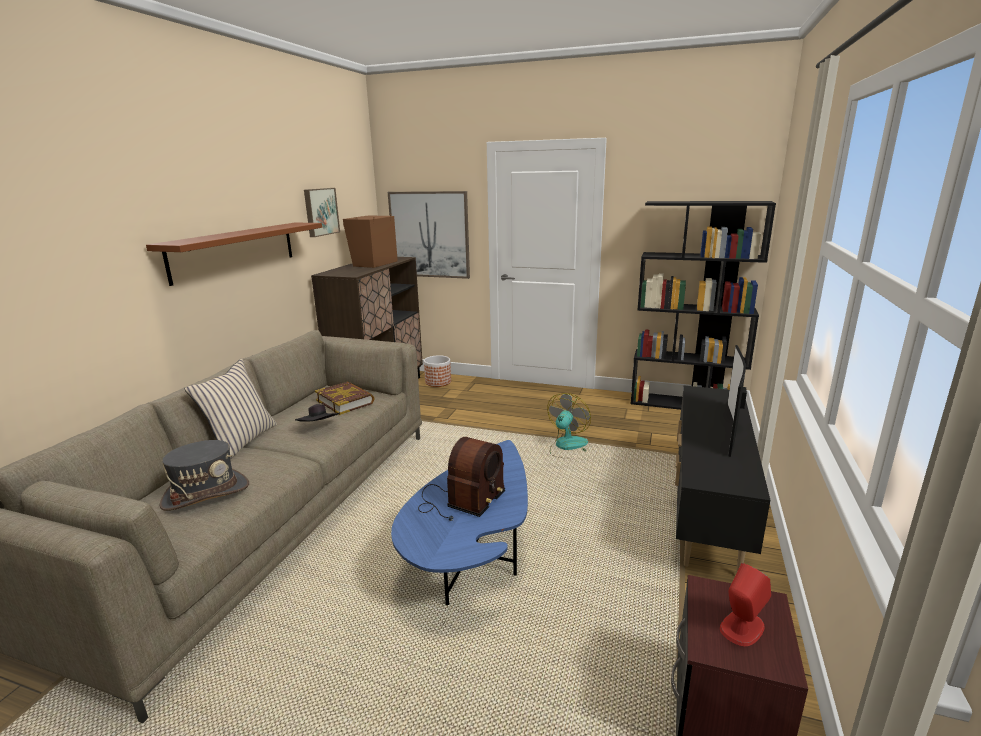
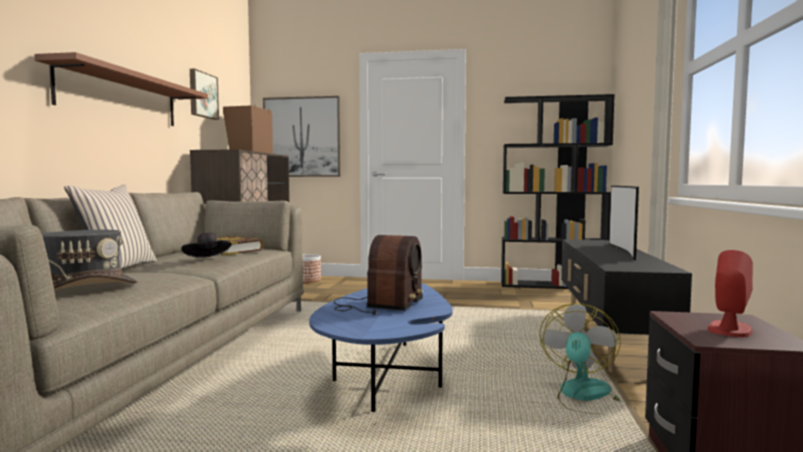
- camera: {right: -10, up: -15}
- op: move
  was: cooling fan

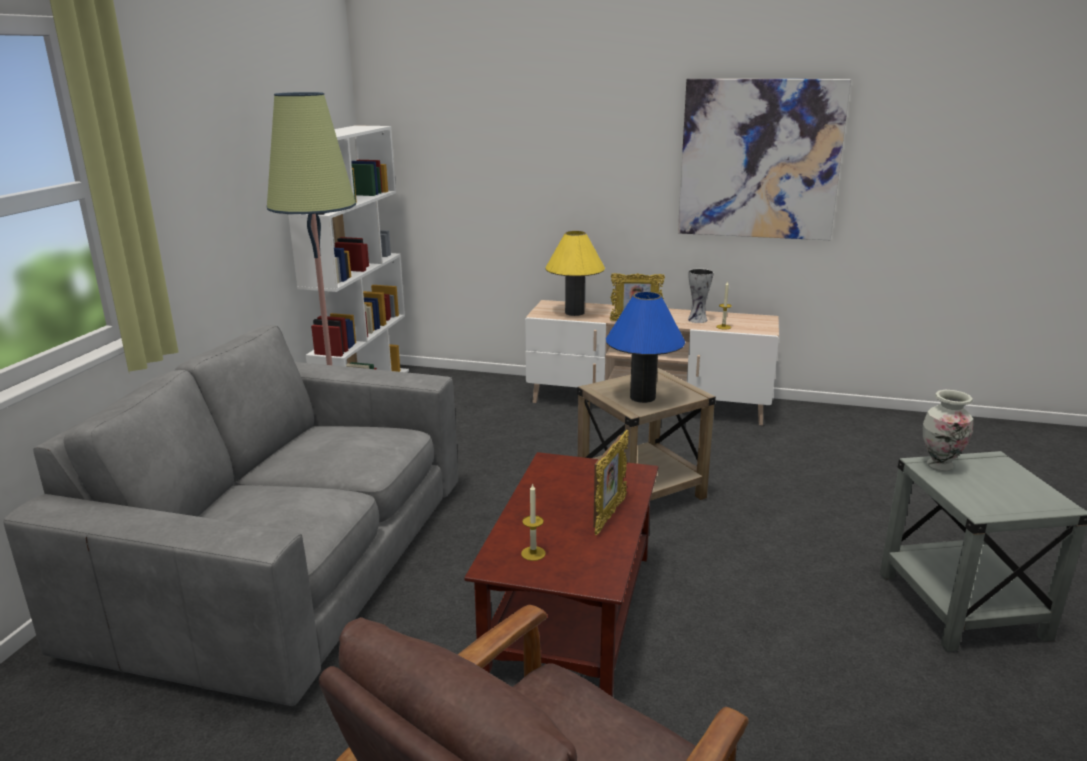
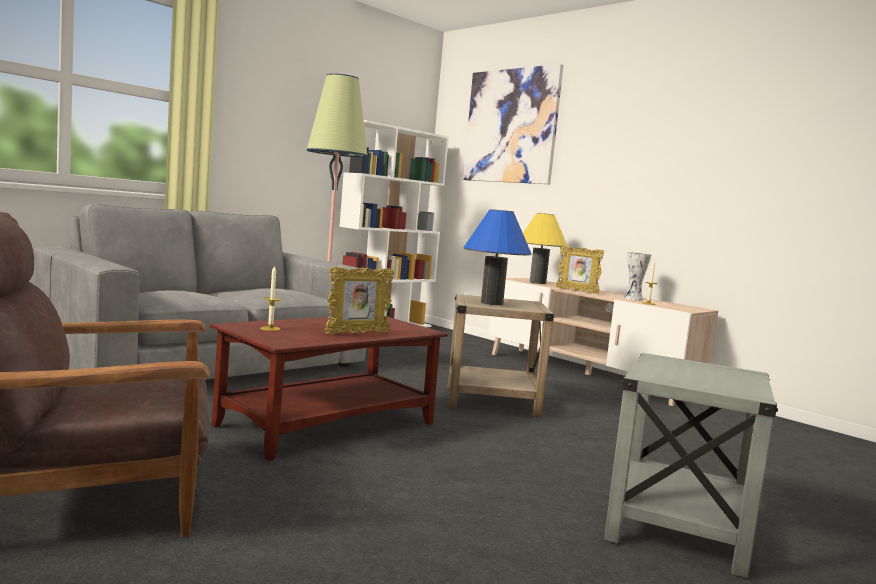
- camera: {right: 30, up: -15}
- op: move
  was: wall picture
- op: delete
  was: vase (2nd from left)

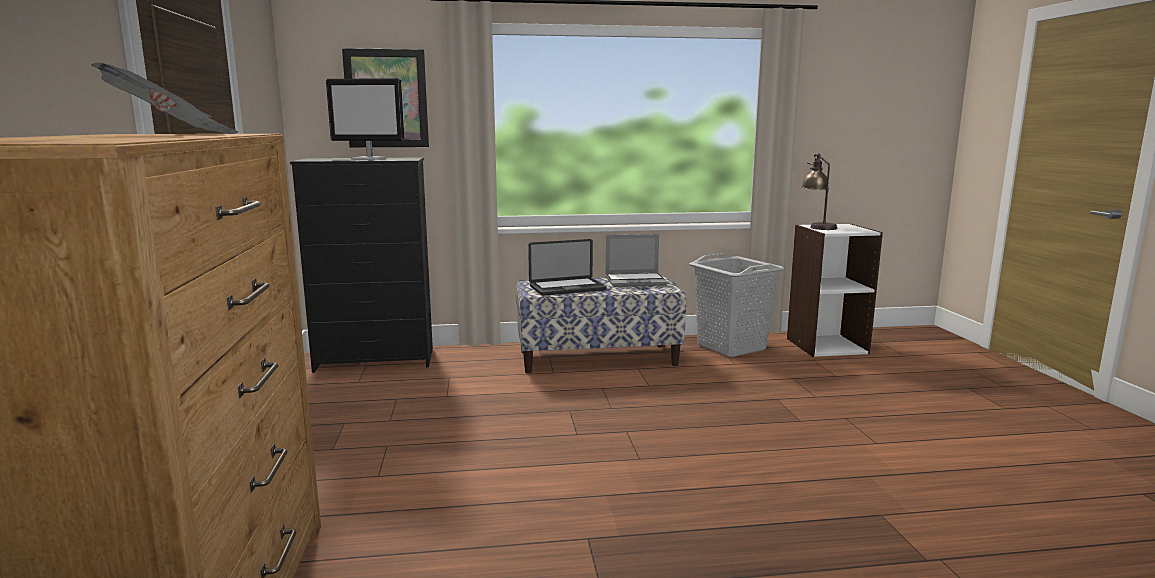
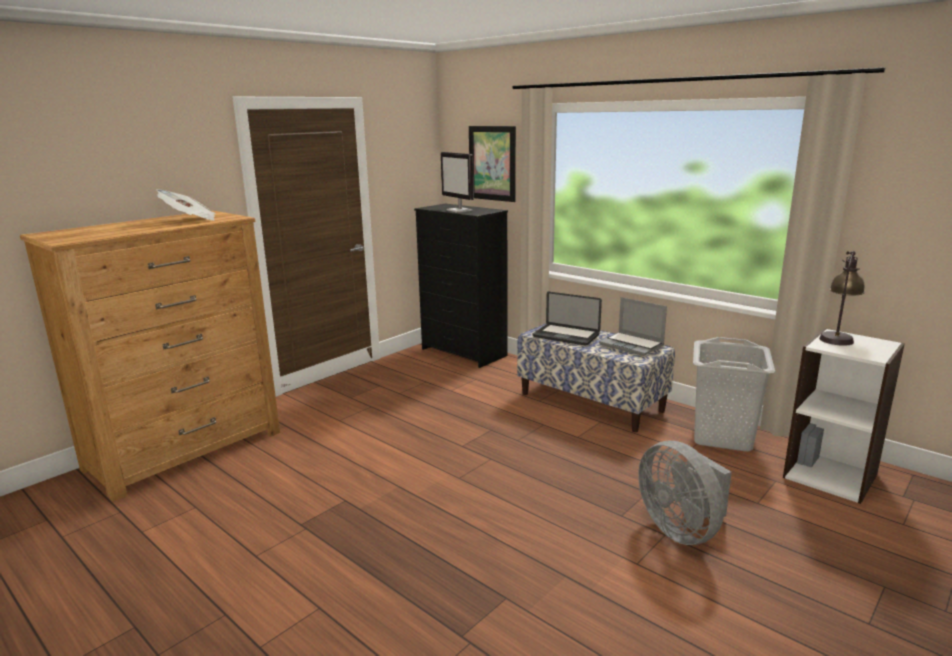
- camera: {right: 50, up: 5}
- op: insert
  now: cooling fan (grey)

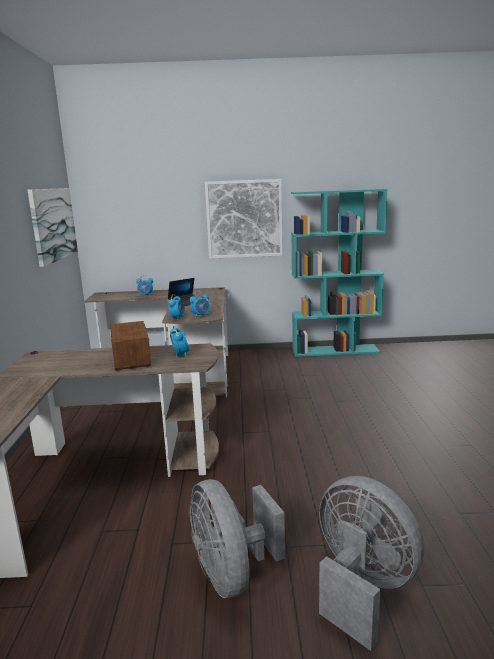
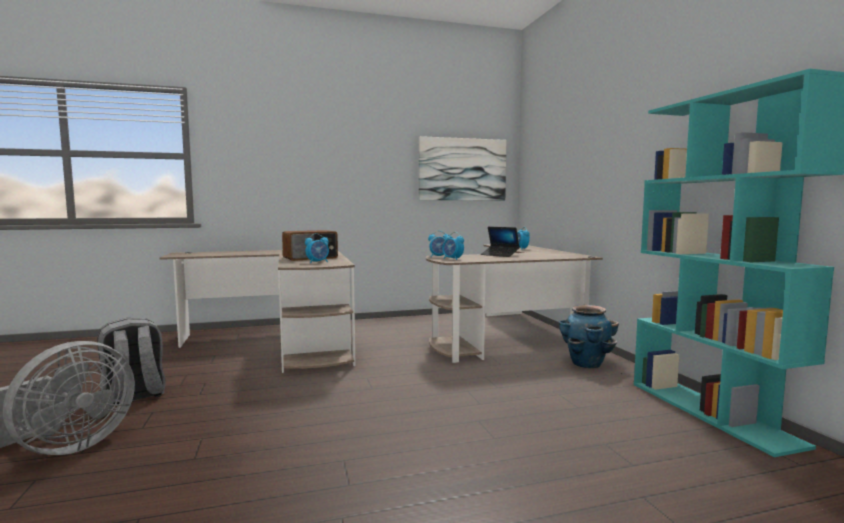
- camera: {right: 75, up: -10}
- op: replace
  was: cooling fan (grey) (1st from left)
  now: knapsack (grey)
- op: insert
  now: flower pot
- op: delete
  was: wall picture (2nd from left)

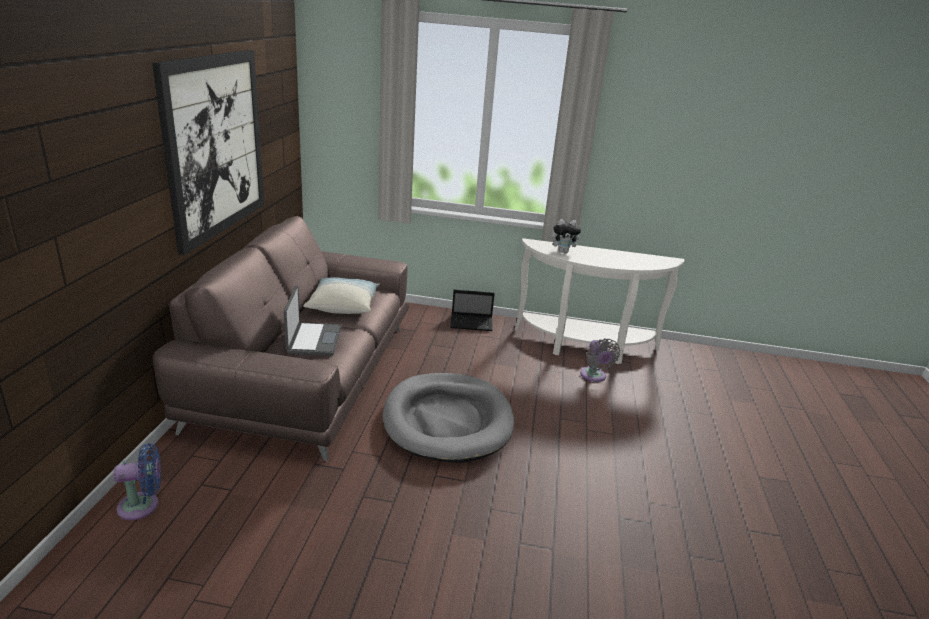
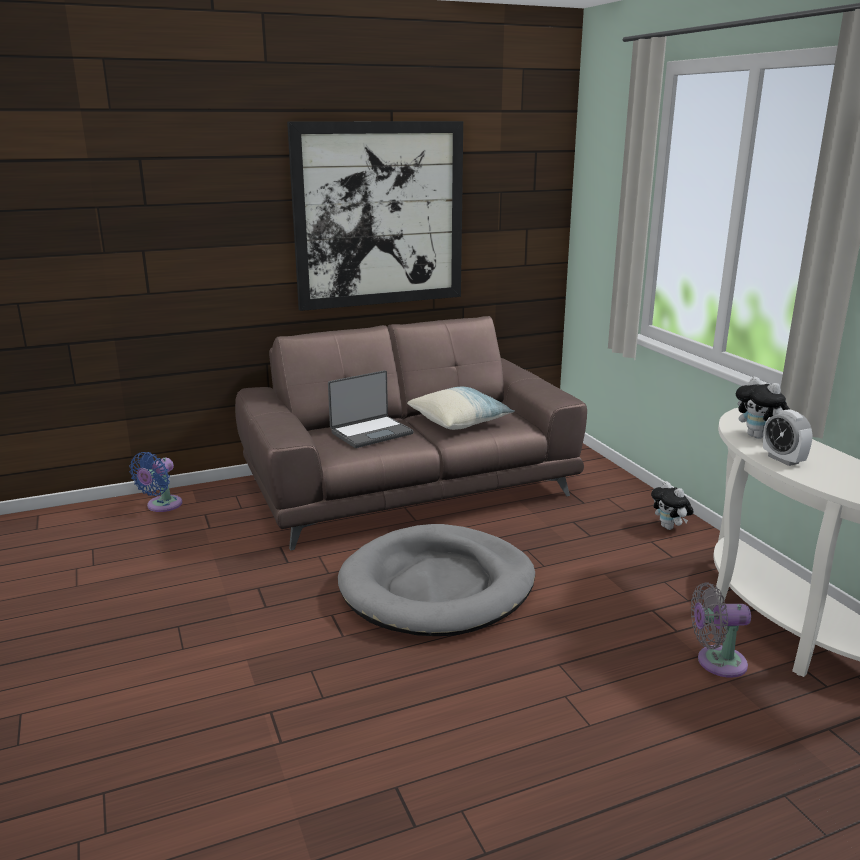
- camera: {right: 60, up: -5}
- op: rotate
  was: cooling fan (blue)
  clockwise: 75
- op: replace
  was: portable computer (2nd from left)
  now: soft toy (1st from left)
- op: rotate
  was: cooling fan (grey)
  clockwise: 45
- op: insert
  now: alarm clock

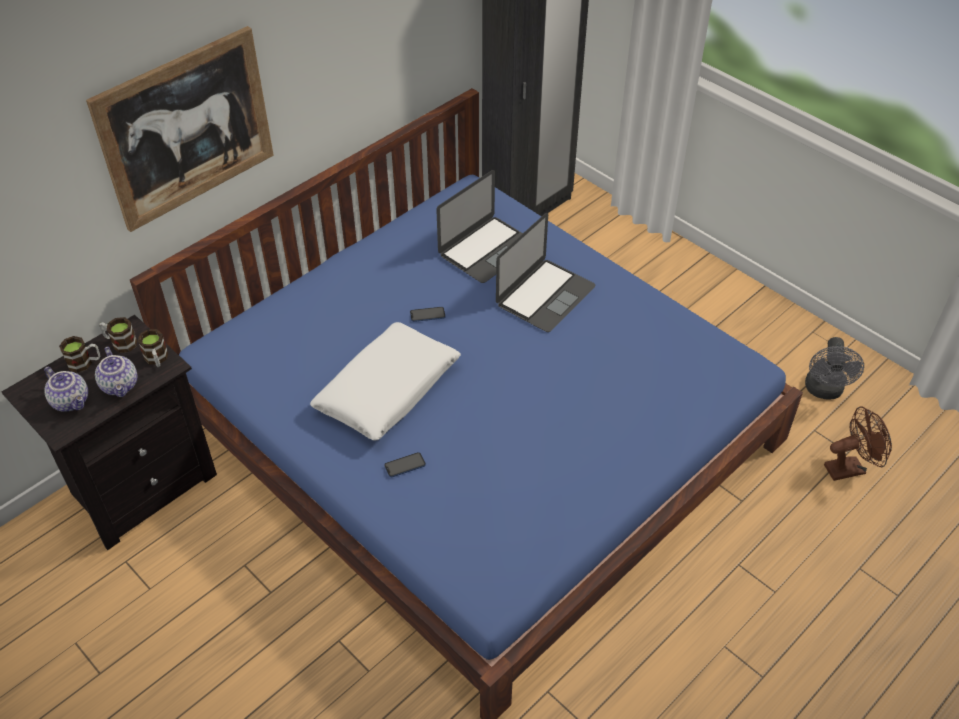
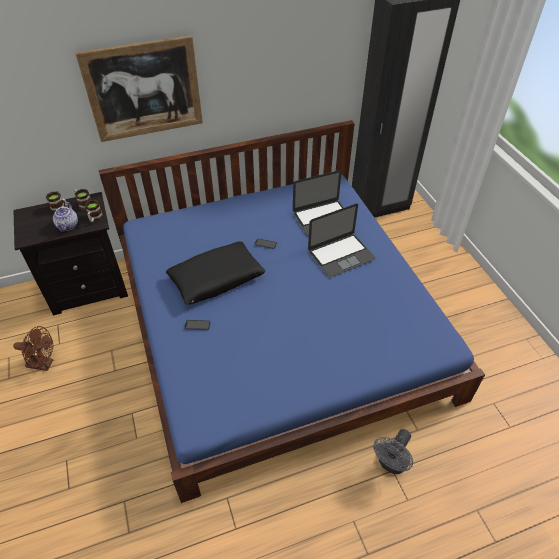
- camera: {right: 25, up: 0}
- op: move
  was: cooling fan (brown)
- op: recolor
  was: cushion (white)
  now: cushion (black)
- op: move
  was: cooling fan (grey)
- op: delete
  was: teapot (1st from left)

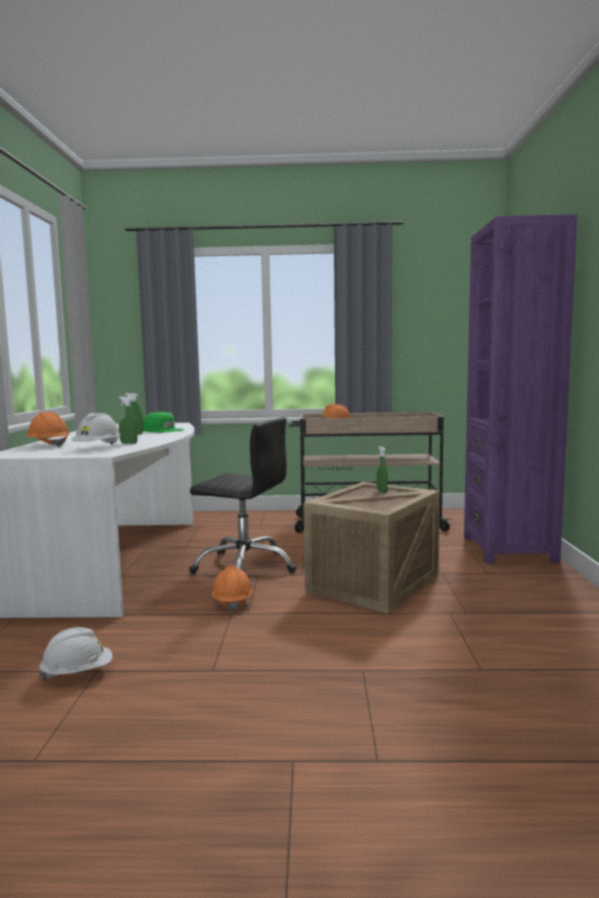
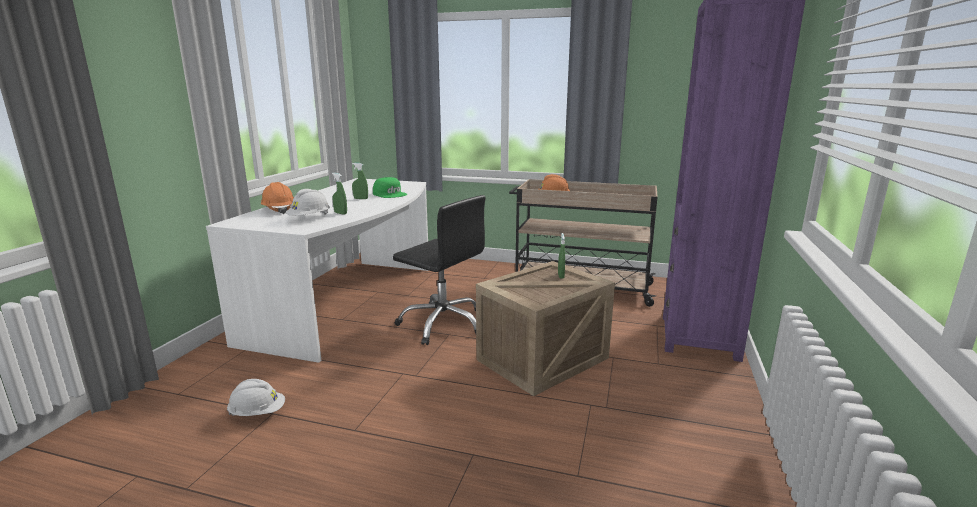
- camera: {right: 15, up: 10}
- op: delete
  was: safety helmet (orangey) (2nd from left)

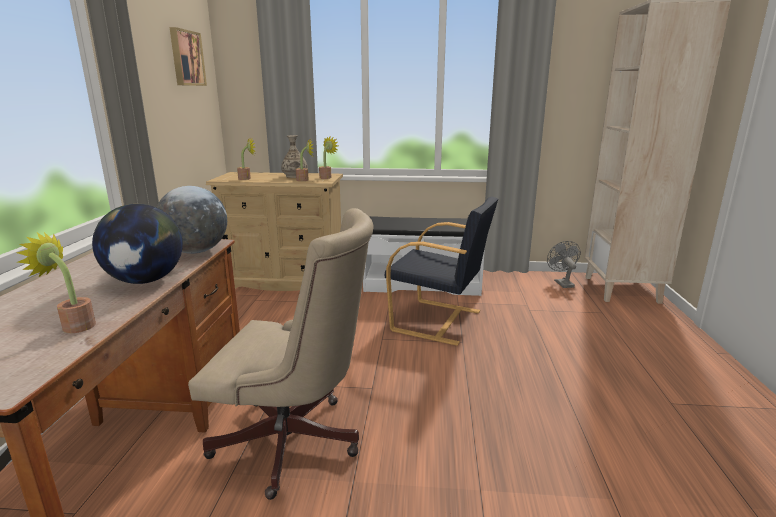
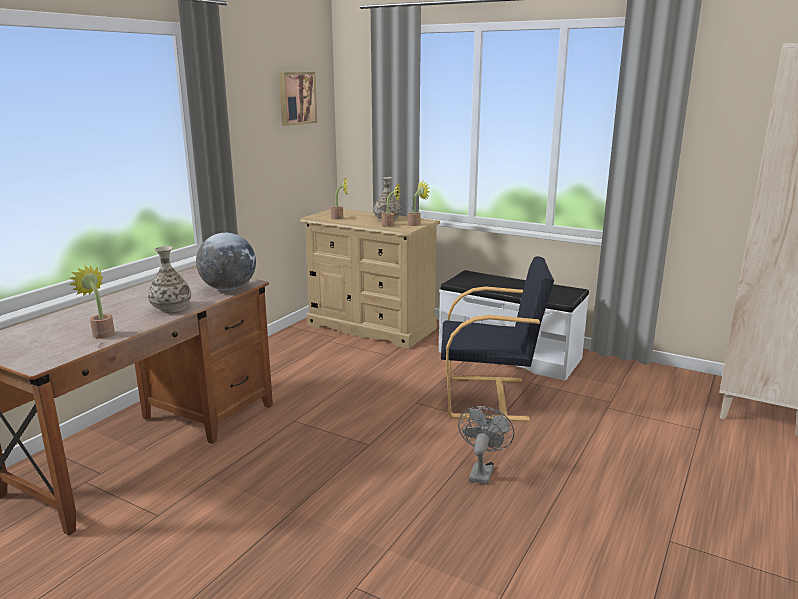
- camera: {right: 25, up: 0}
- op: replace
  was: globe (1st from left)
  now: vase (1st from left)
- op: rotate
  was: easy chair (black)
  clockwise: -45
- op: move
  was: cooling fan (grey)
- op: delete
  was: office chair (sand-coloured)

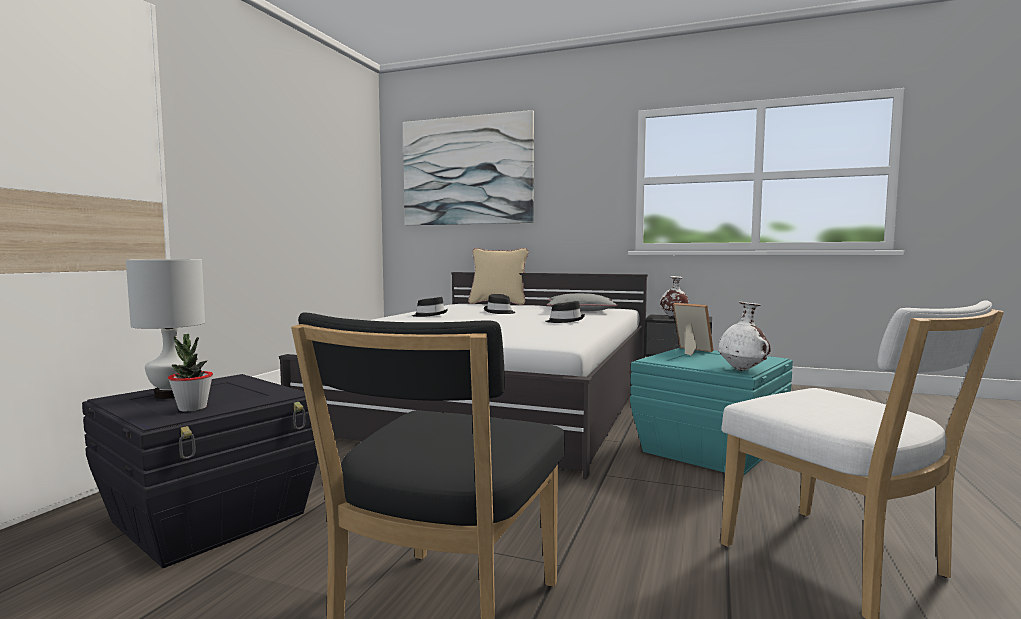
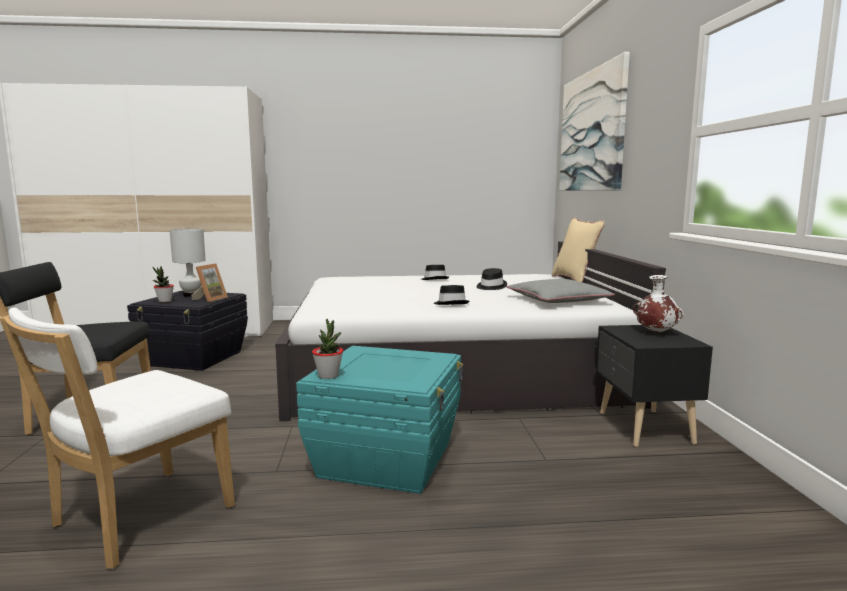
- camera: {right: 65, up: 5}
- op: move
  was: standing frame
- op: replace
  was: vase (white) (2nd from left)
  now: houseplant (2nd from left)

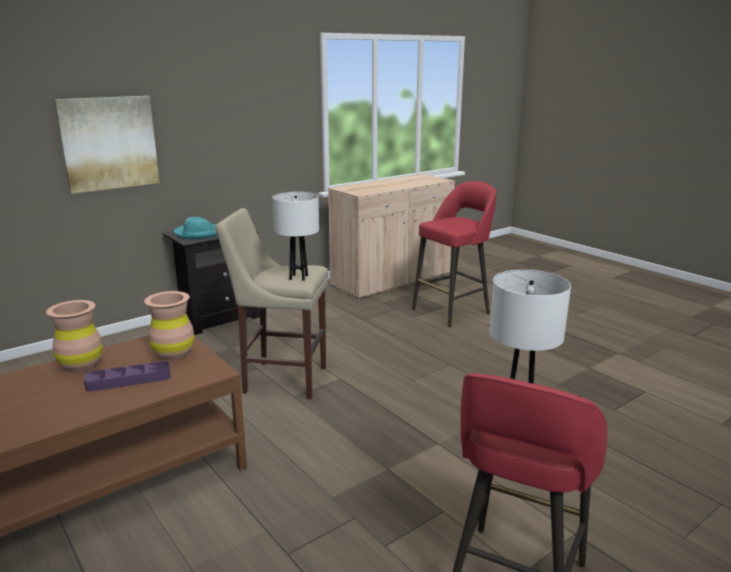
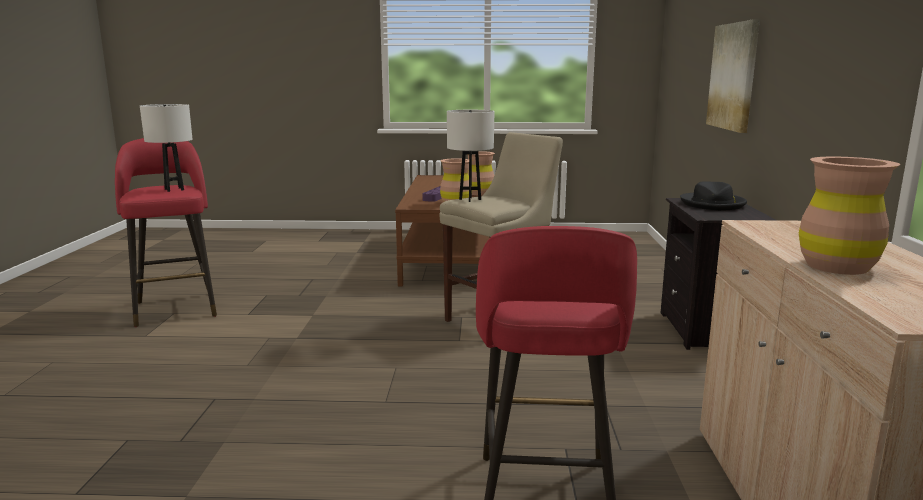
- camera: {right: 130, up: -5}
- op: recolor
  was: hat (turquoise)
  now: hat (black)
- op: insert
  now: vase (brown) (3rd from left)

